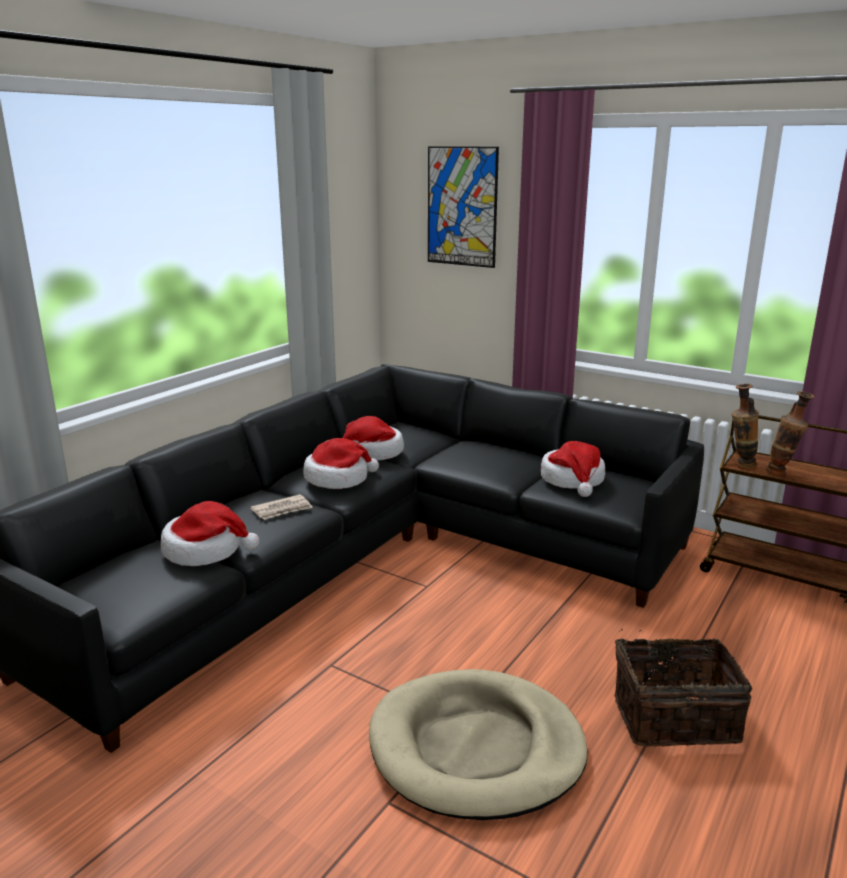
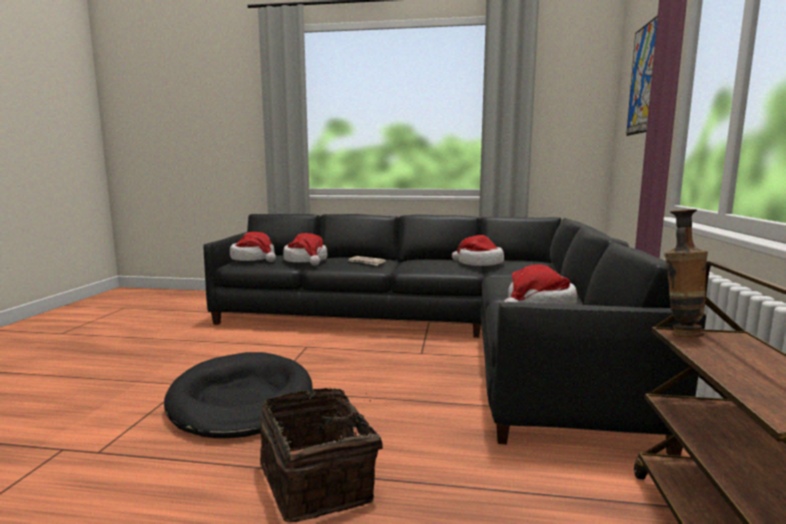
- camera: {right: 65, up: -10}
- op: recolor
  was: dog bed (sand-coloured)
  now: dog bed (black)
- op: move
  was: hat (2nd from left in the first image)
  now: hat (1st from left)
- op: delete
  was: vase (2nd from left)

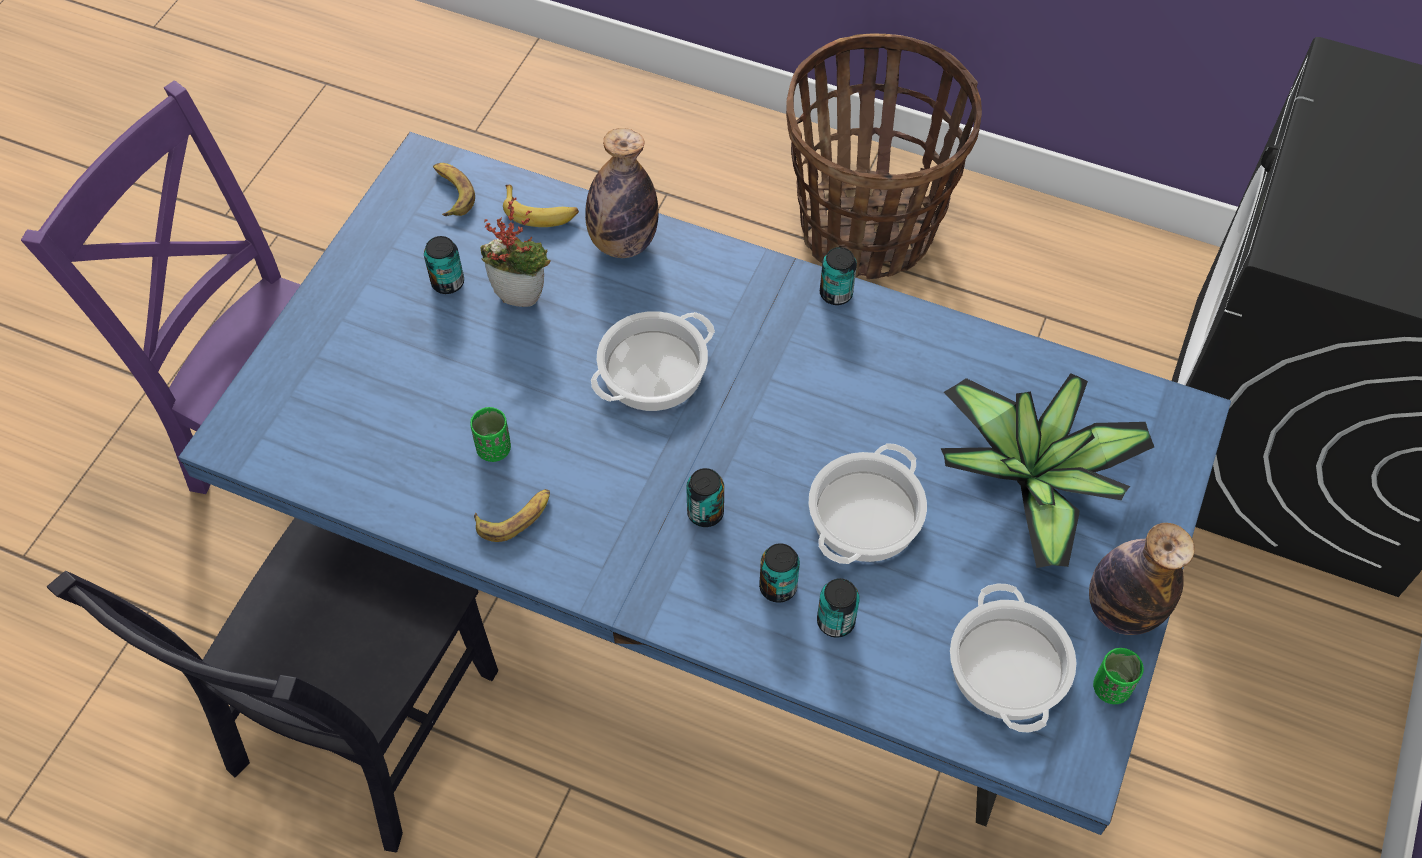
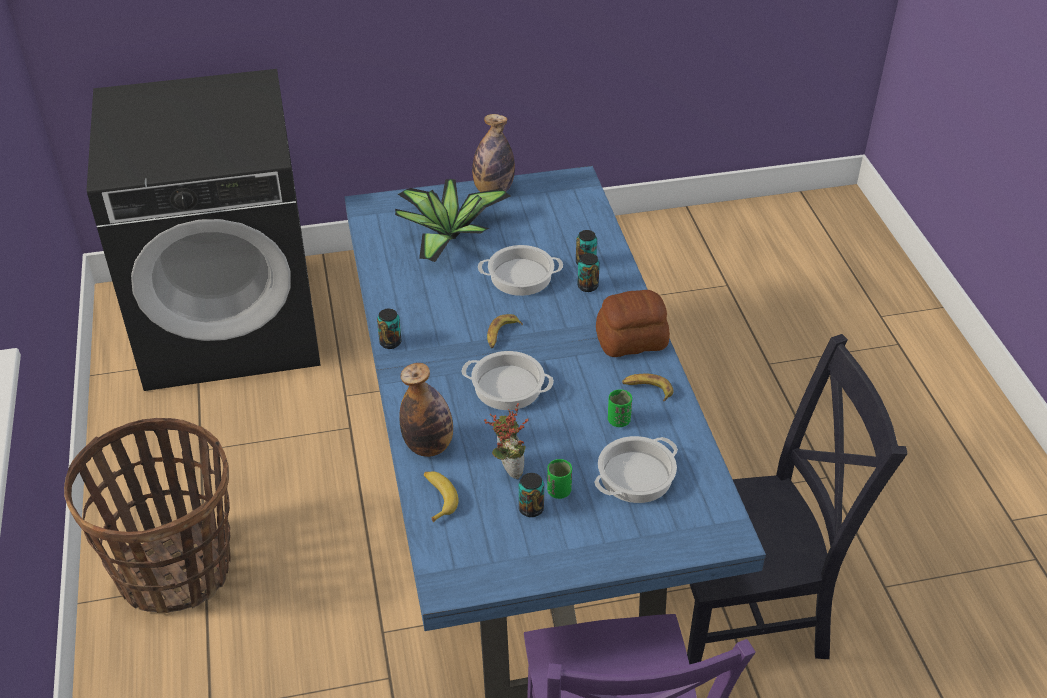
- camera: {right: -125, up: -15}
- op: move
  was: banana fruit (1st from left in the first image)
  now: banana fruit (2nd from left)
- op: move
  was: cup (green-coloured) (2nd from left in the first image)
  now: cup (green-coloured) (1st from left)
- op: move
  was: saucepot (3rd from left)
- op: insert
  now: bread
- op: delete
  was: metal can (2nd from left)

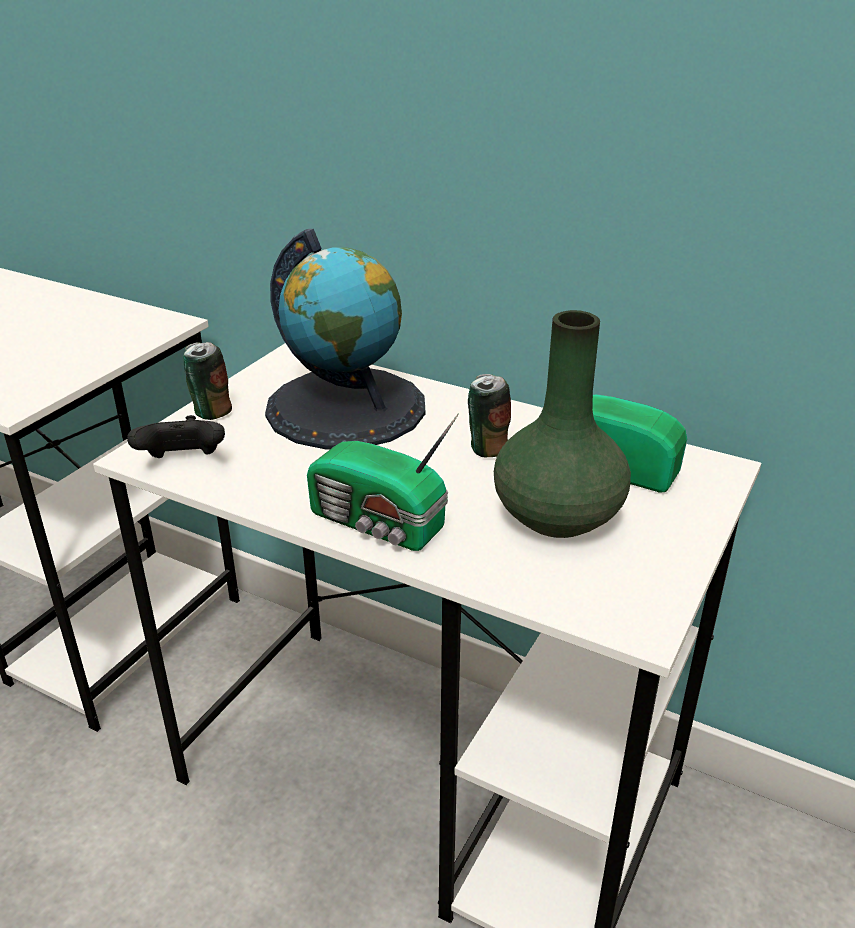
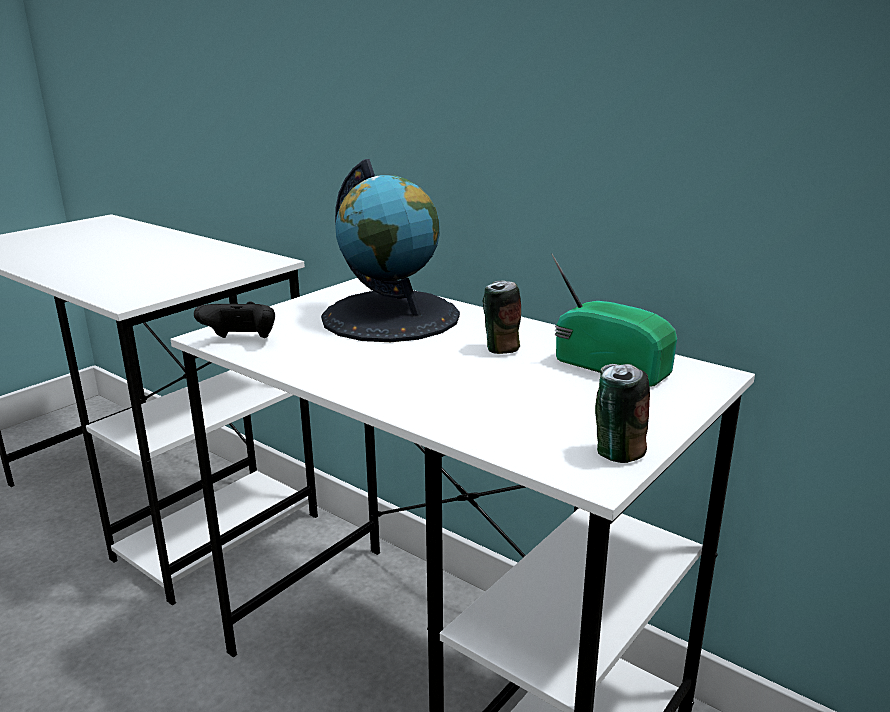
- camera: {right: 10, up: -10}
- op: move
  was: metal can (1st from left in the first image)
  now: metal can (2nd from left)
- op: delete
  was: radio receiver (1st from left)
- op: delete
  was: vase (green-coloured)

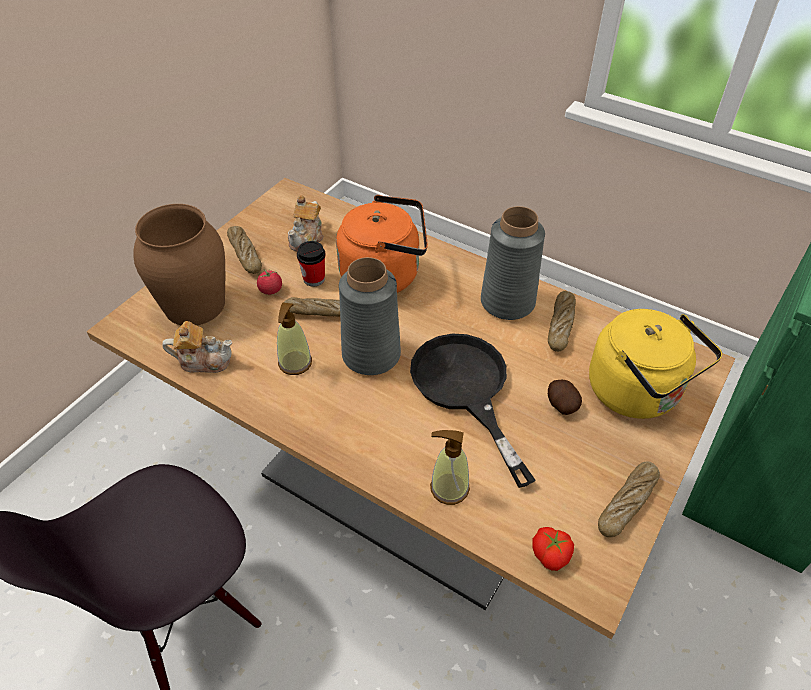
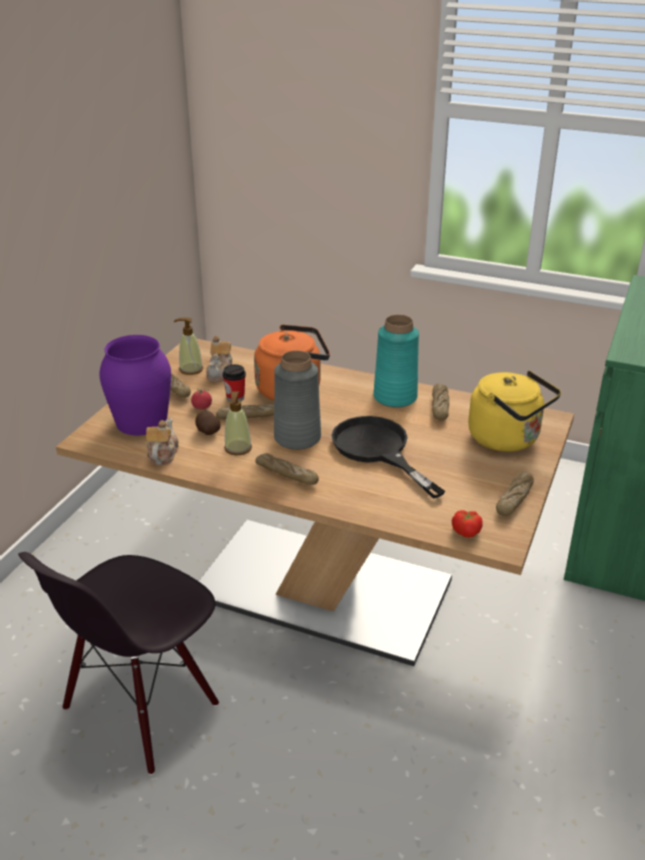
- camera: {right: -10, up: -15}
- op: recolor
  was: vase (brown)
  now: vase (purplish)
- op: rotate
  was: teapot (1st from left)
  clockwise: -75
- op: move
  was: soap bottle (2nd from left in the first image)
  now: soap bottle (1st from left)
- op: move
  was: whole potato
- op: insert
  now: bread (3rd from left)
- op: recolor
  was: vase (grey) (2nd from left)
  now: vase (turquoise)

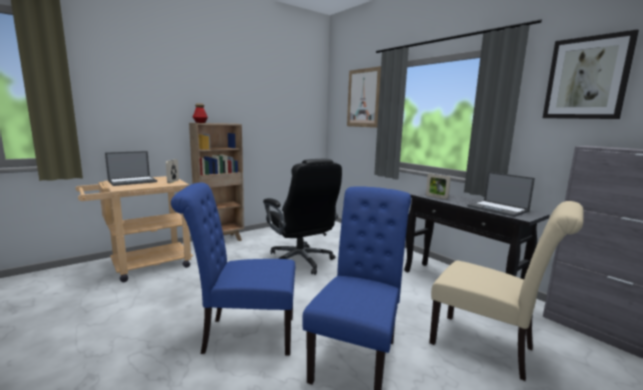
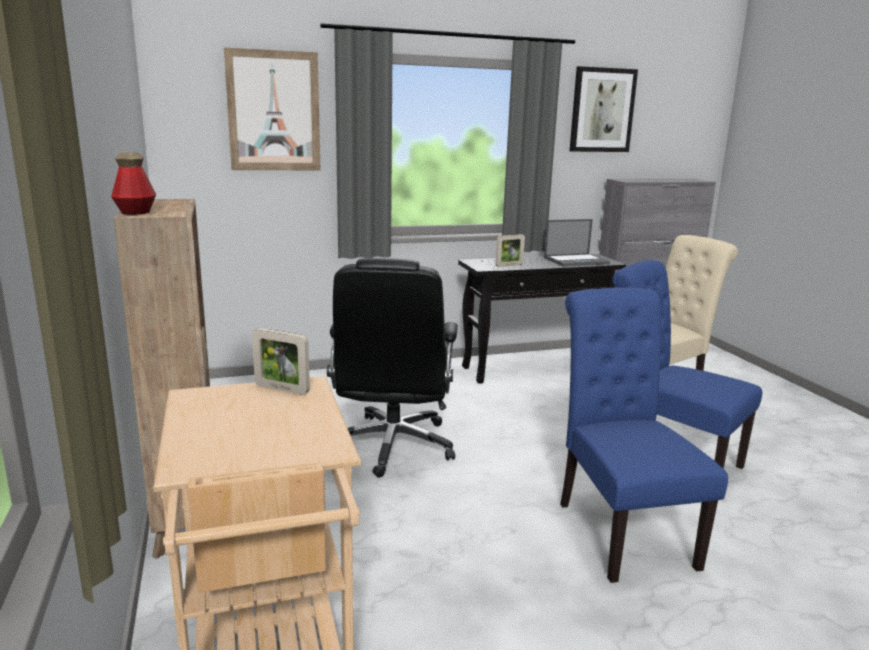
- camera: {right: -70, up: 5}
- op: rotate
  was: office chair (black)
  clockwise: 105
- op: rotate
  was: plain chair (blue) (1st from left)
  clockwise: 150
- op: delete
  was: portable computer (1st from left)

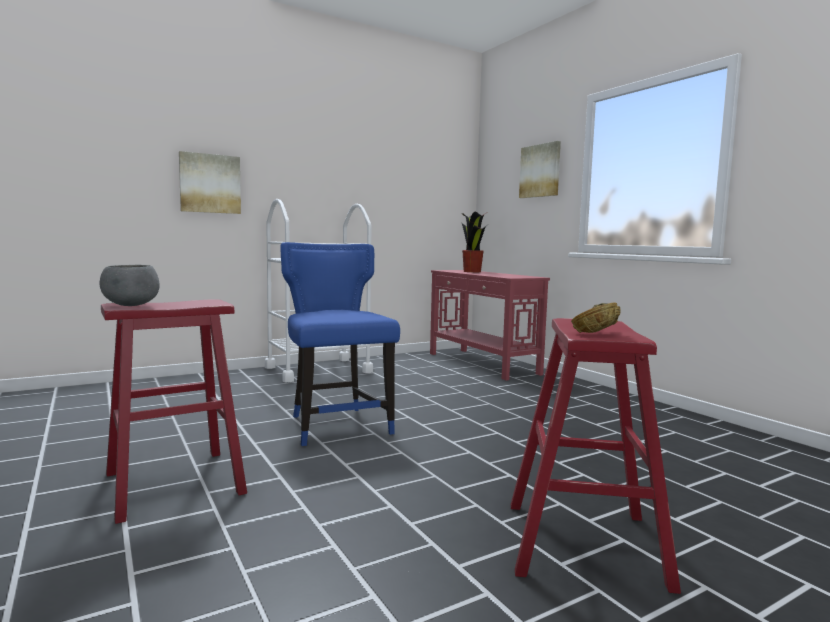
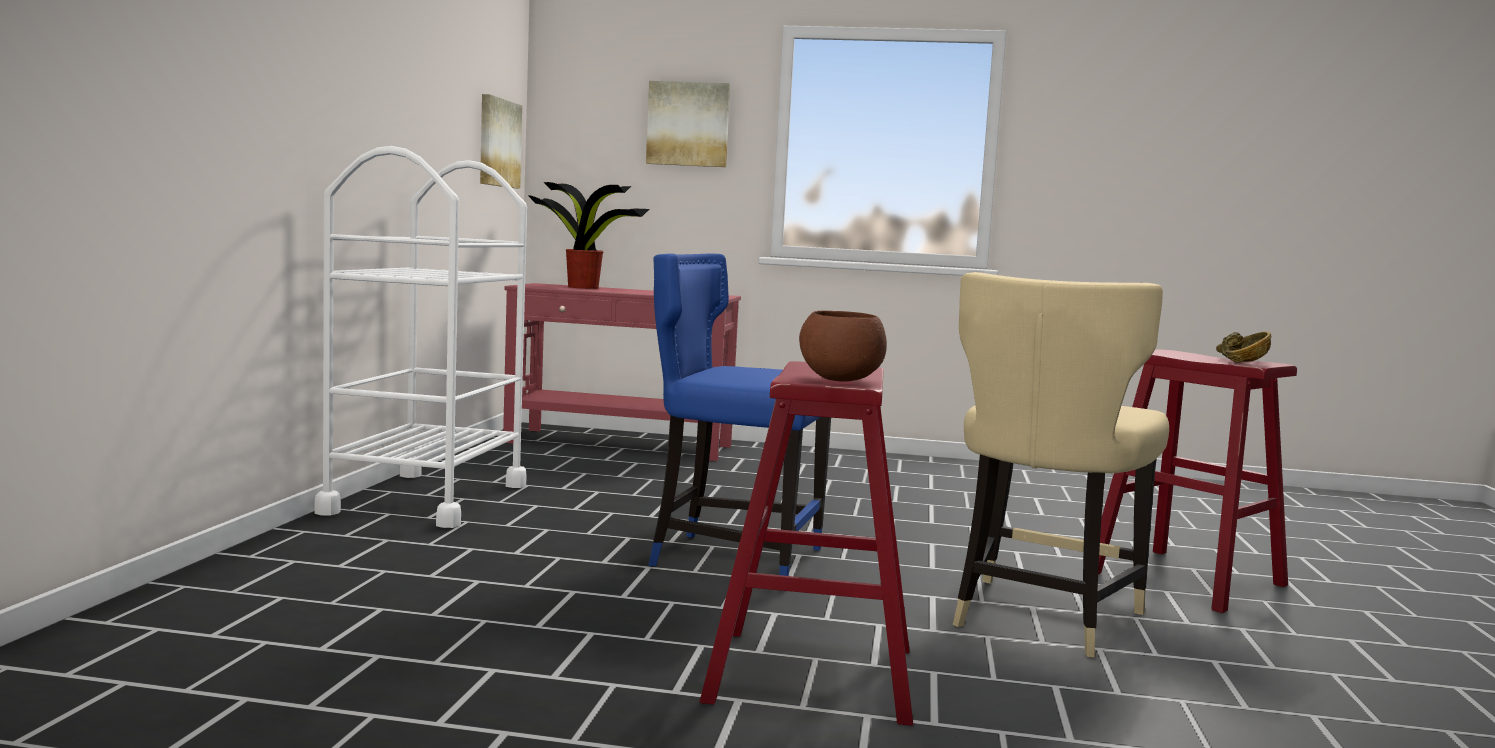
- camera: {right: -50, up: 0}
- op: move
  was: wall picture (1st from left)
- op: recolor
  was: serving bowl (grey)
  now: serving bowl (brown) (1st from left)
- op: insert
  now: plain chair (sand-coloured)

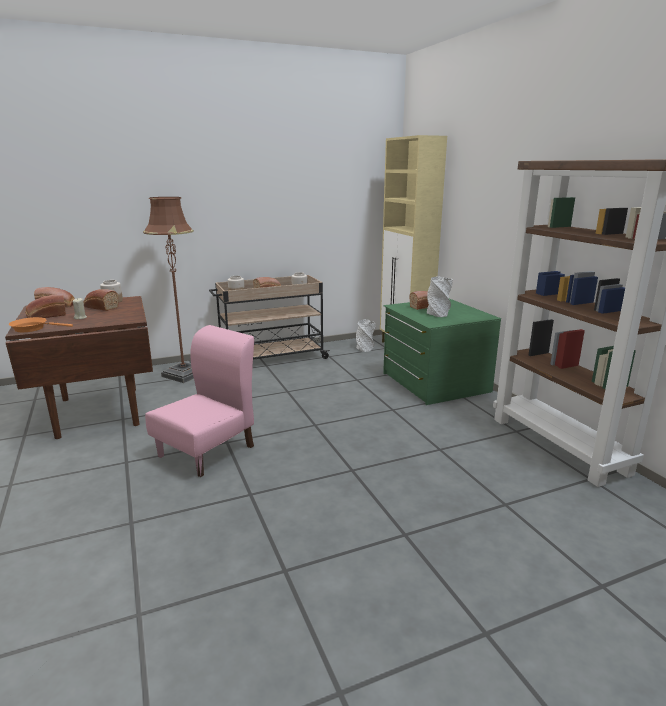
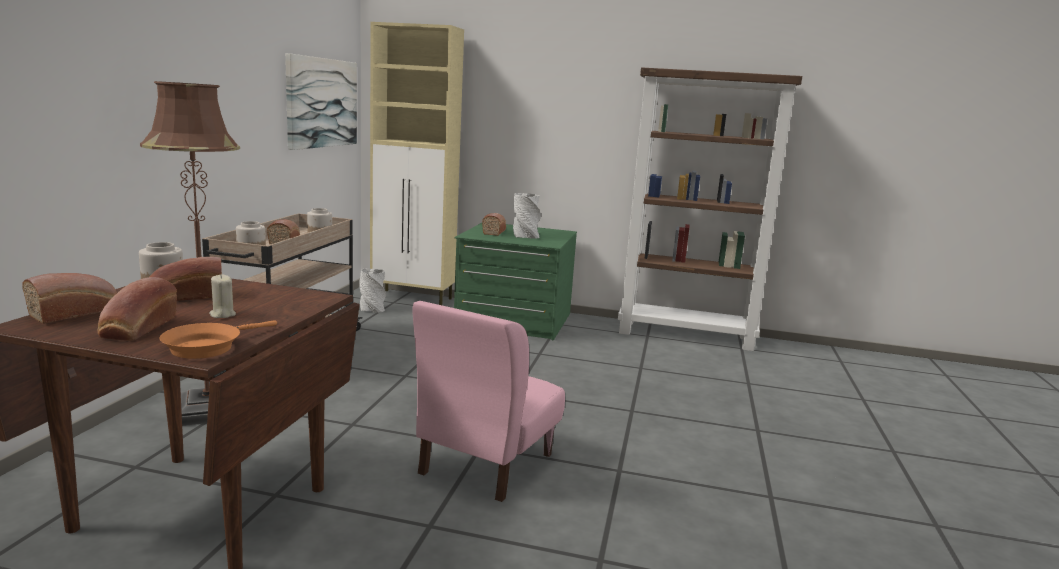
- camera: {right: -55, up: -5}
- op: insert
  now: wall picture
- op: rotate
  was: plain chair (pink)
  clockwise: -135

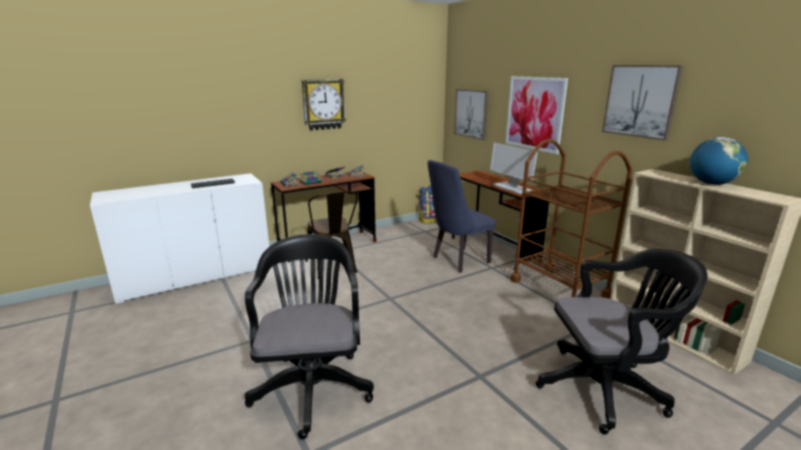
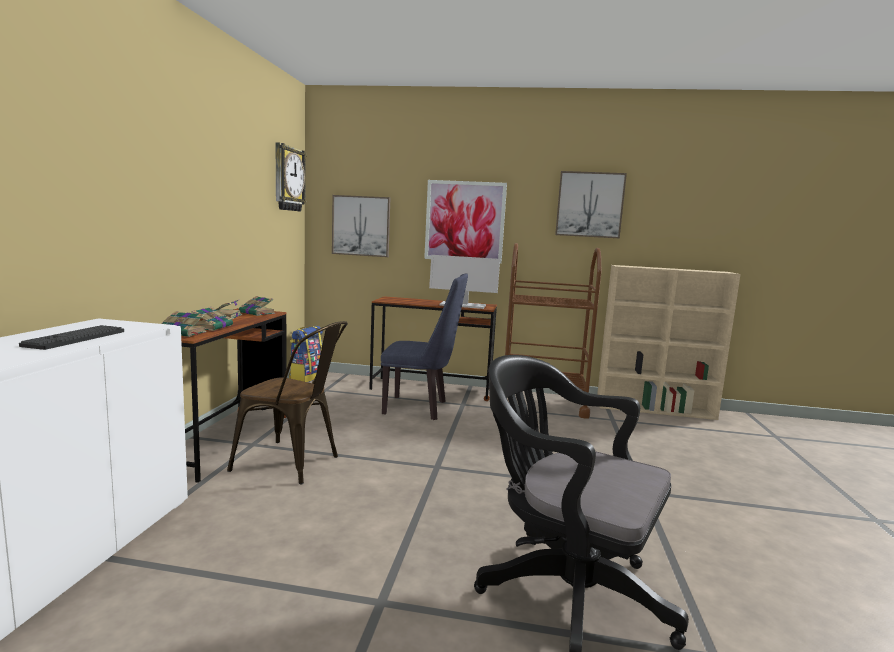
- camera: {right: -50, up: -10}
- op: move
  was: clock on the wall
- op: rotate
  was: plain chair (blue)
  clockwise: -90
- op: delete
  was: office chair (black) (2nd from left)
- op: delete
  was: globe

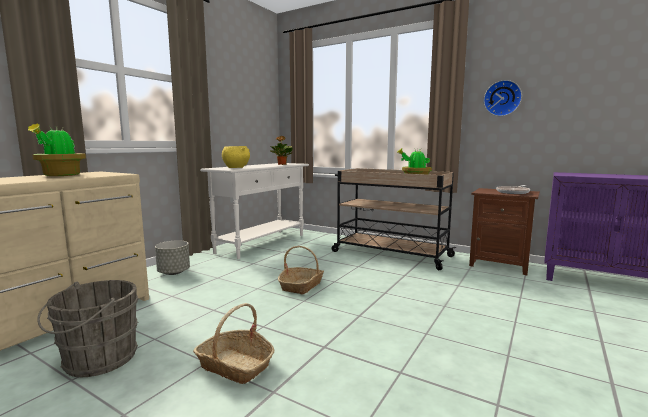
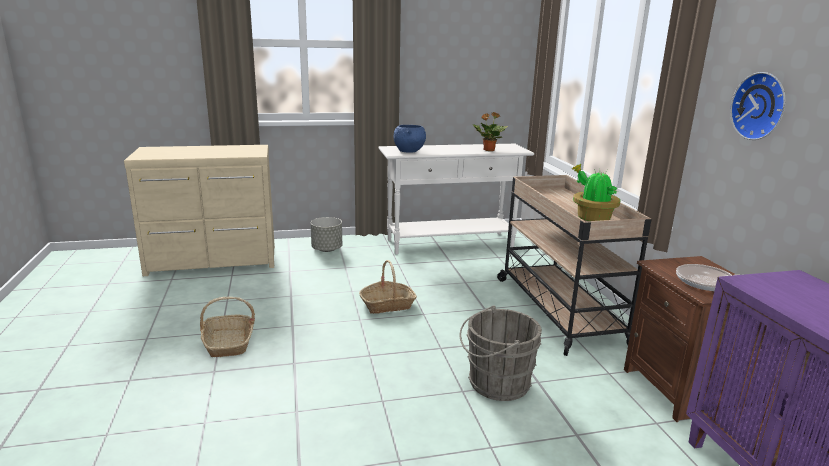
- camera: {right: 45, up: 10}
- op: recolor
  was: serving bowl (yellow-coloured)
  now: serving bowl (blue)
- op: move
  was: bucket (grey)
- op: delete
  was: houseplant (1st from left)

